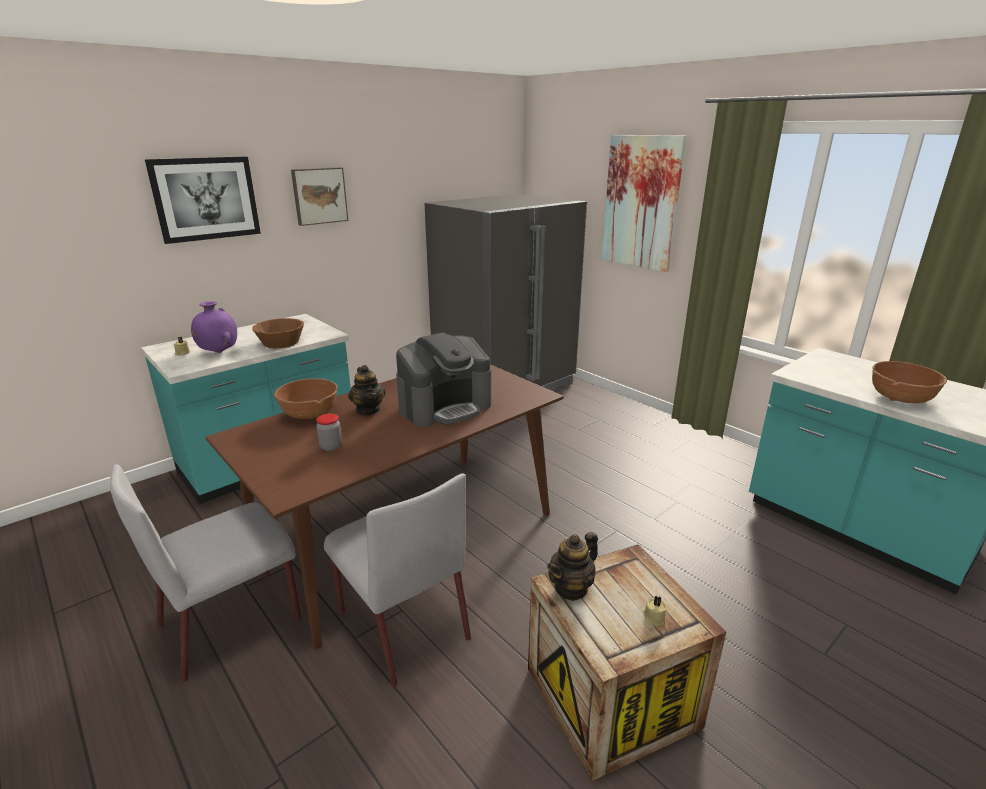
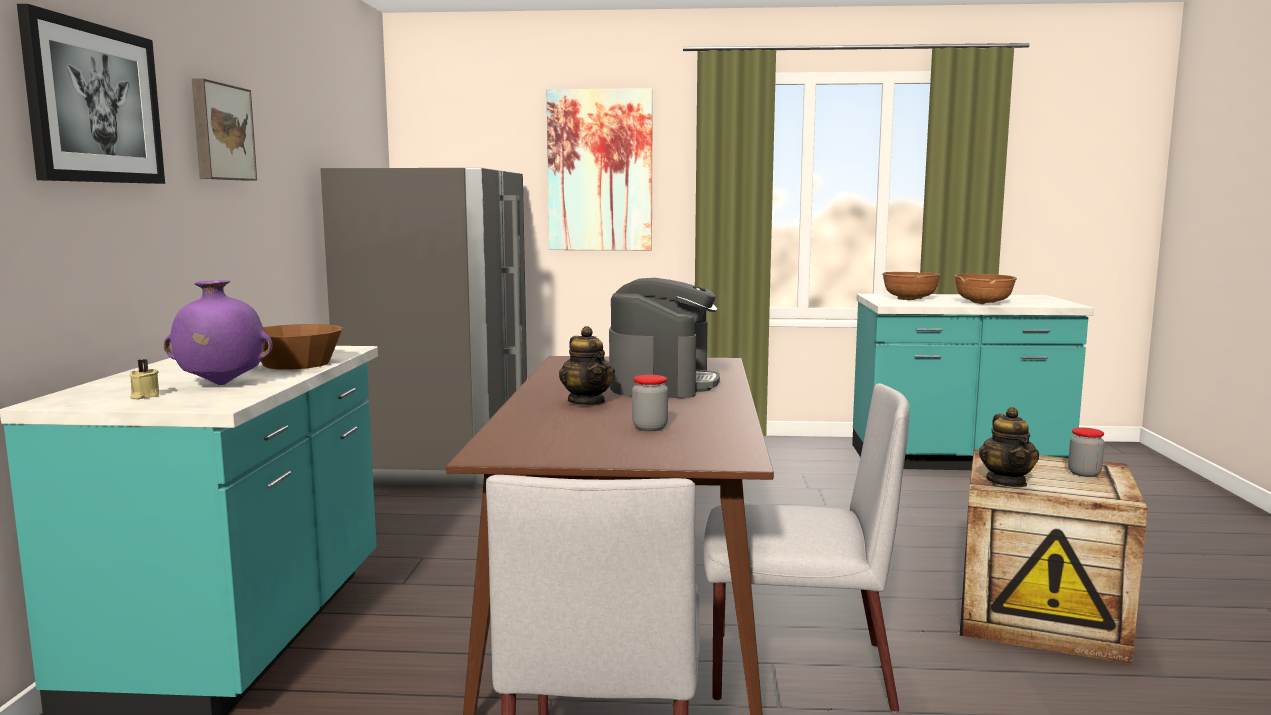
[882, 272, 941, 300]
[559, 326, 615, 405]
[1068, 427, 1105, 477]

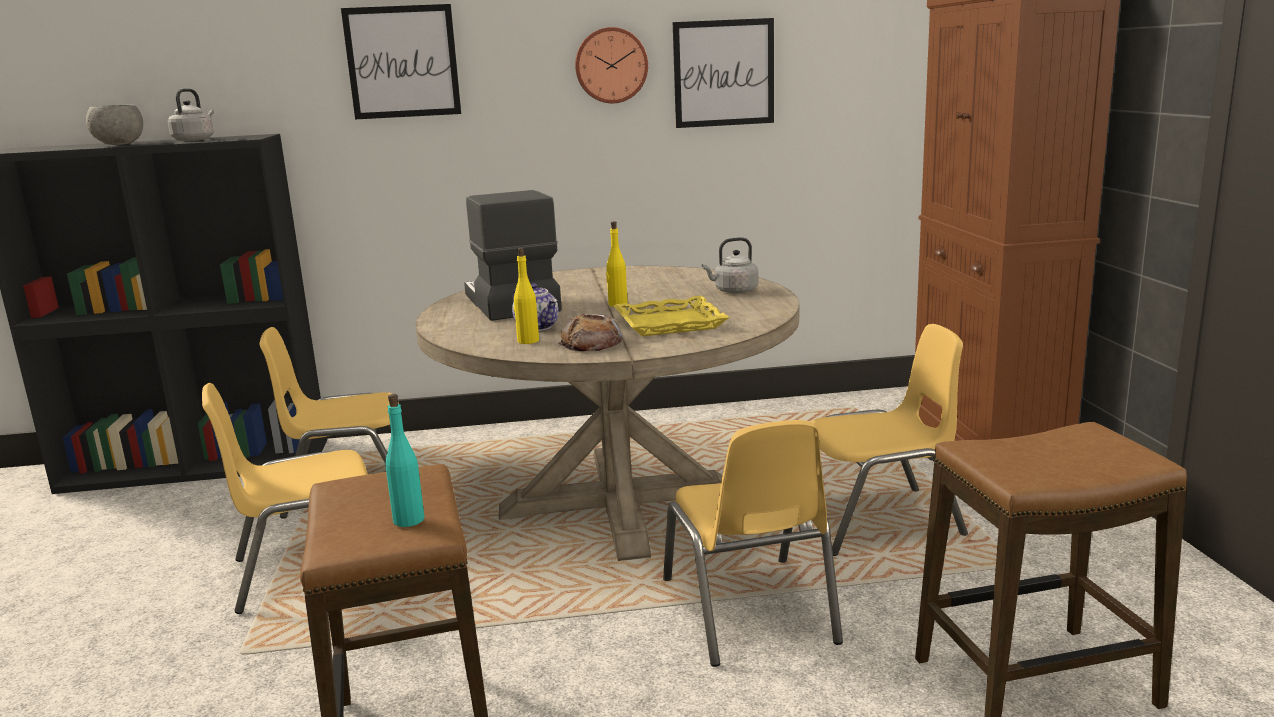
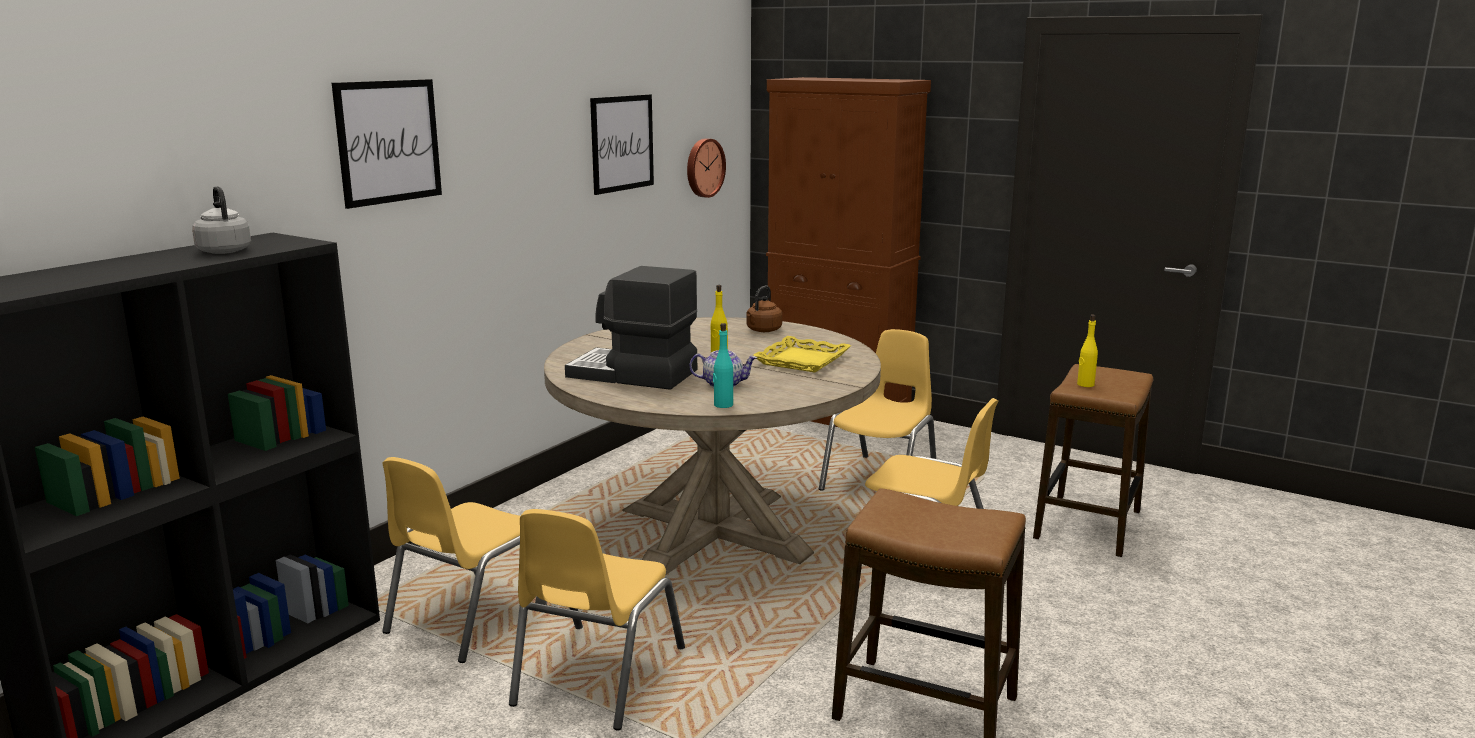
[86, 105, 143, 145] (first image)
[713, 323, 733, 408]
[1077, 314, 1098, 387]
[558, 314, 623, 351] (first image)
[687, 138, 726, 198]
[746, 286, 782, 332]

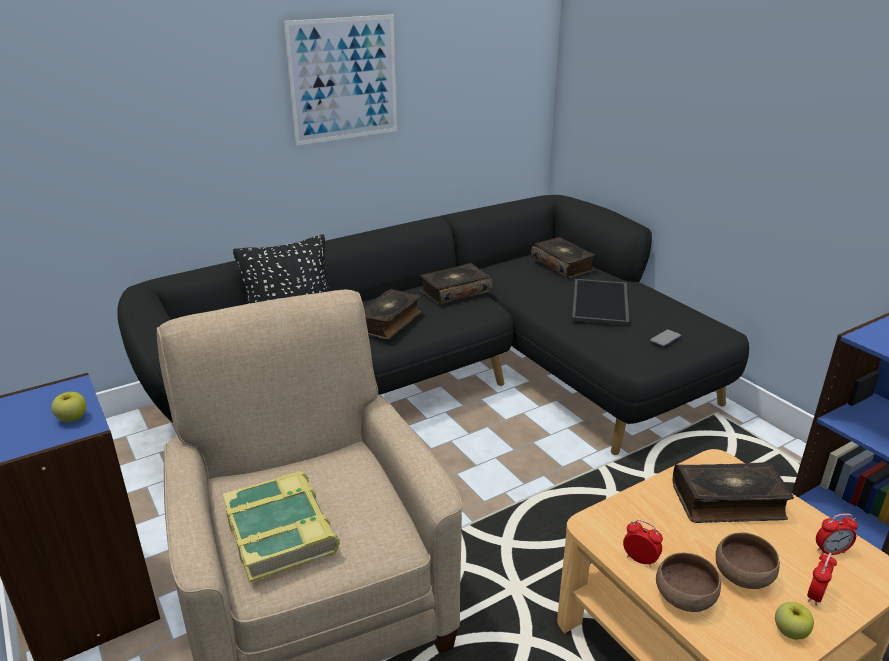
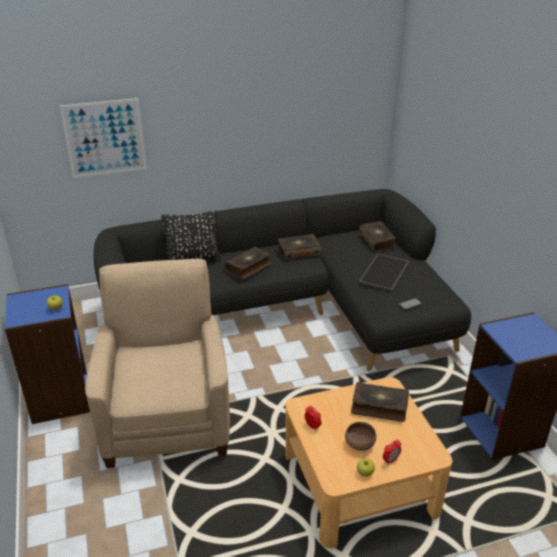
[222, 471, 340, 583] (first image)
[60, 98, 147, 178]
[656, 553, 721, 612] (first image)
[816, 513, 858, 555] (first image)

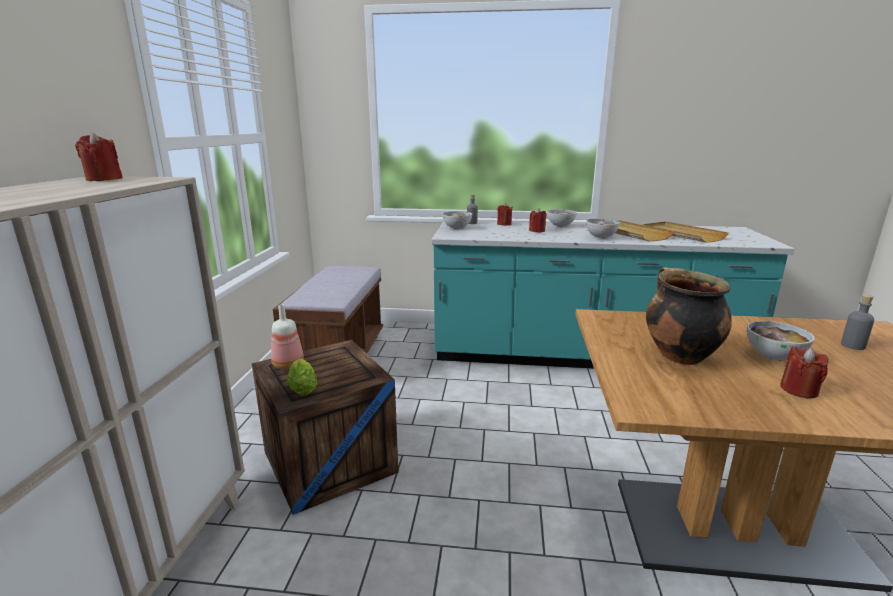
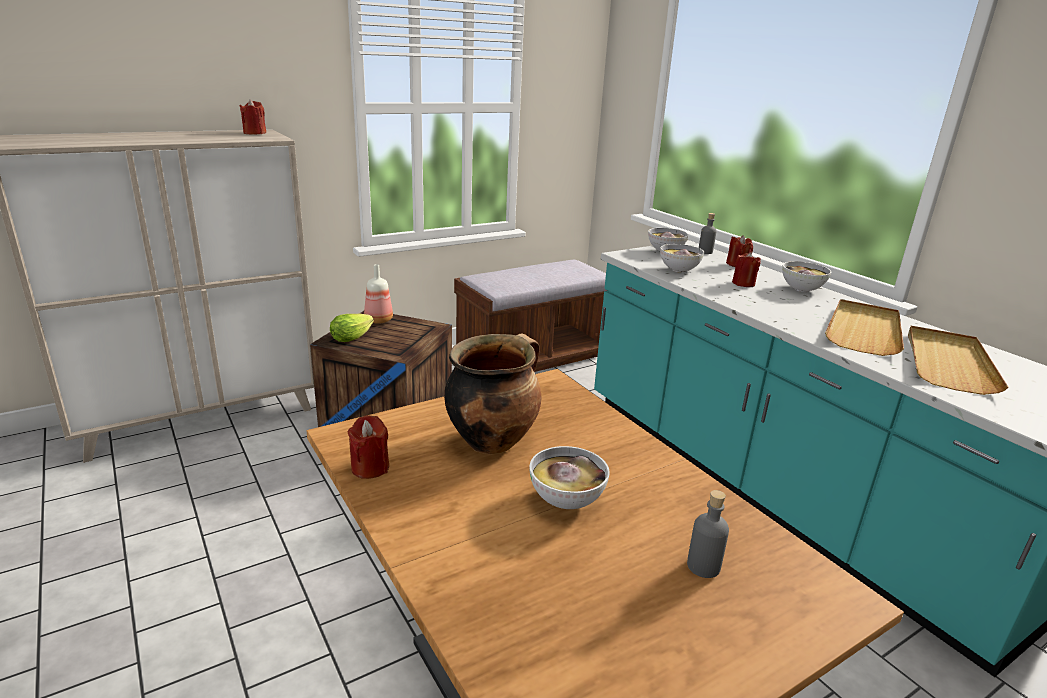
[660, 244, 704, 273]
[348, 415, 389, 479]

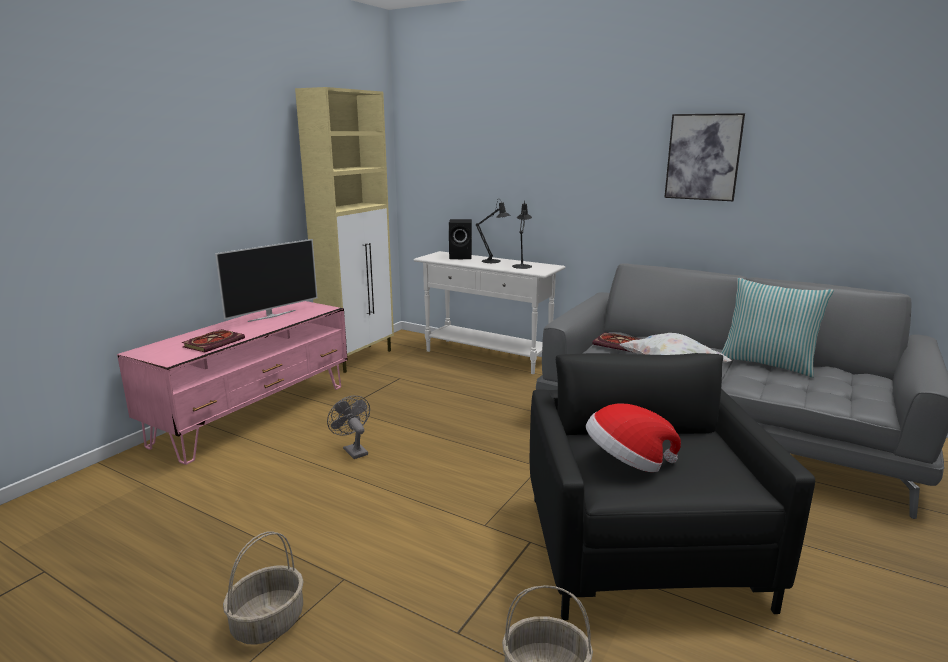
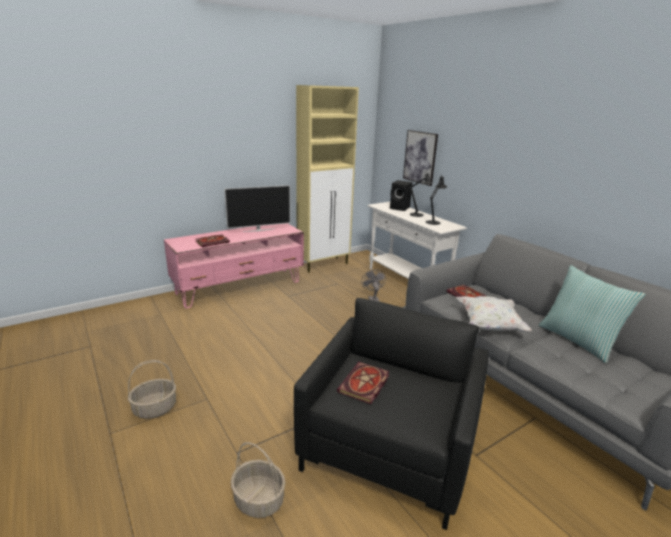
[361, 269, 386, 302]
[337, 362, 389, 404]
[403, 130, 438, 186]

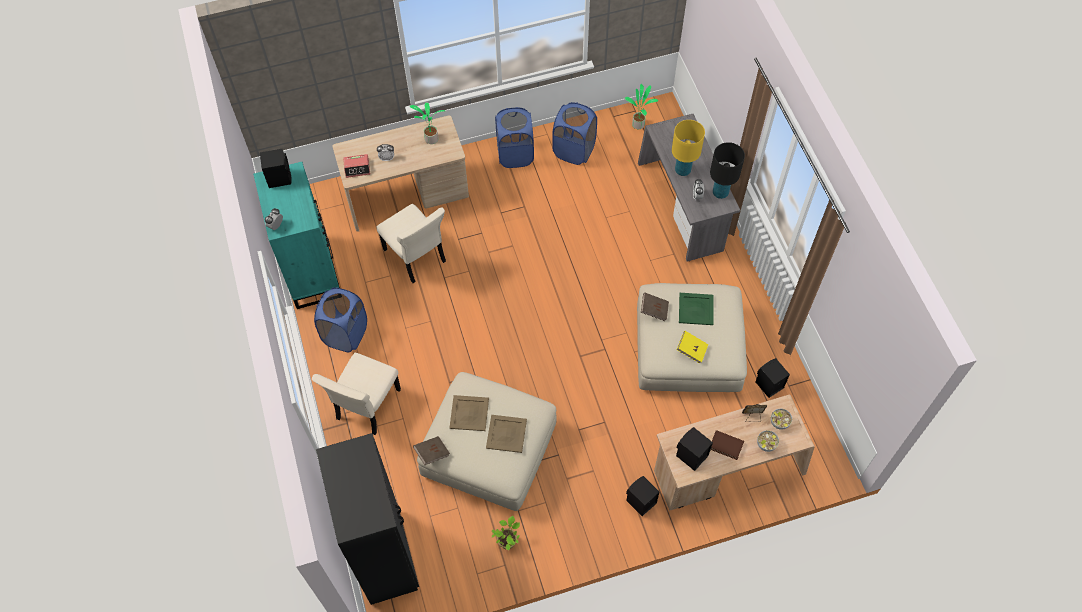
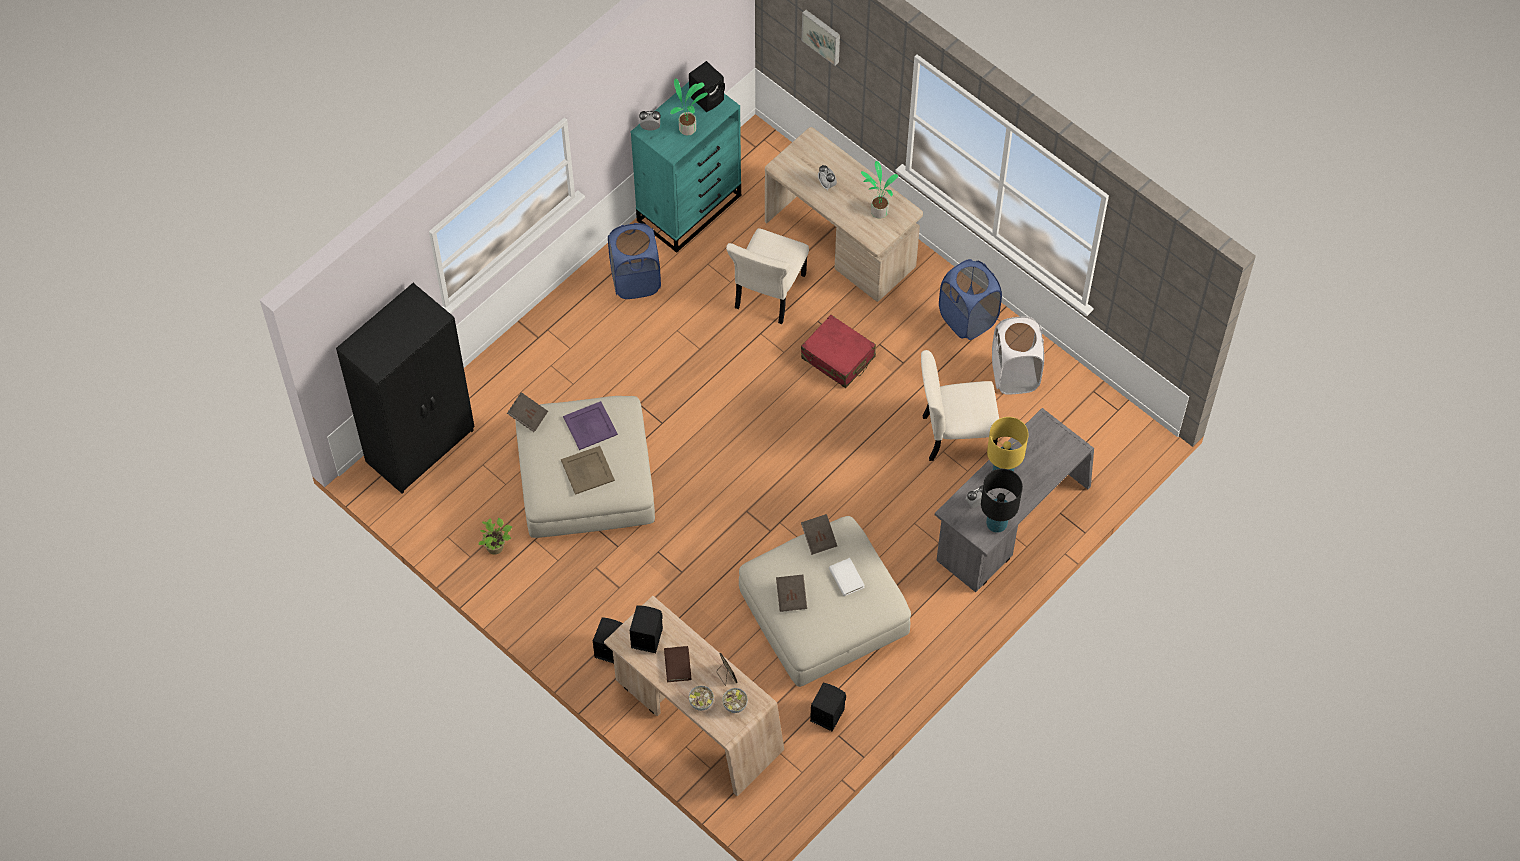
[921, 350, 999, 461]
[343, 154, 370, 178] (first image)
[563, 401, 618, 450]
[992, 317, 1044, 395]
[670, 78, 708, 136]
[776, 575, 807, 612]
[829, 558, 865, 596]
[801, 315, 876, 388]
[802, 10, 840, 65]

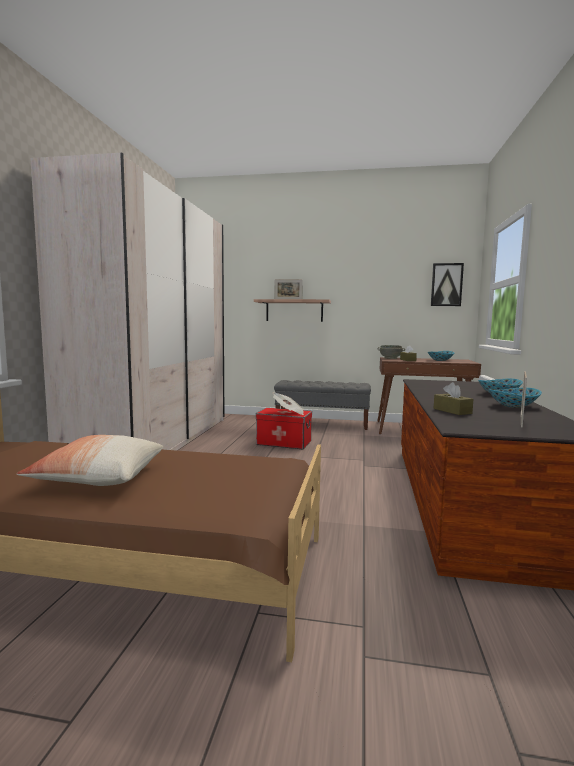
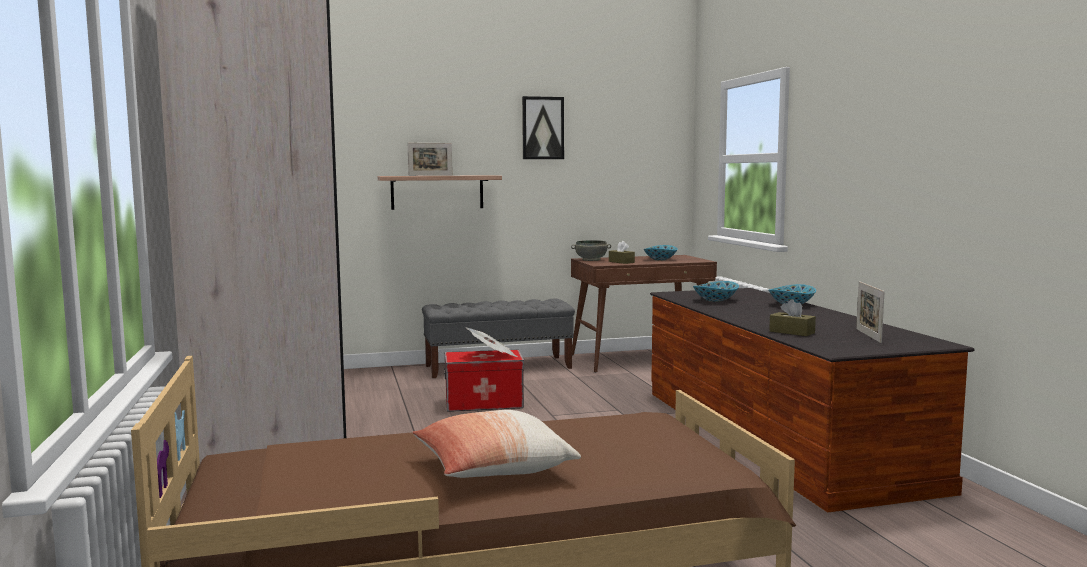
[522, 96, 564, 159]
[693, 281, 739, 302]

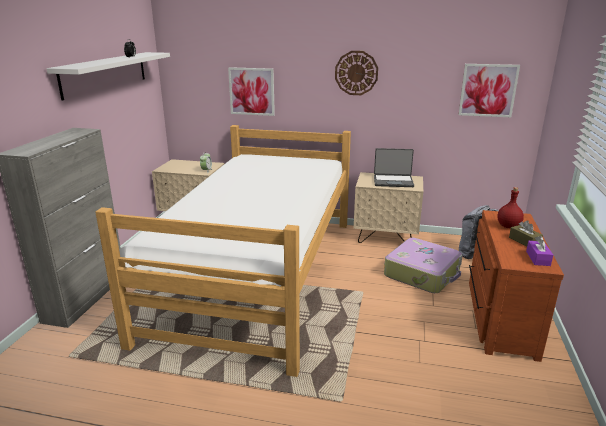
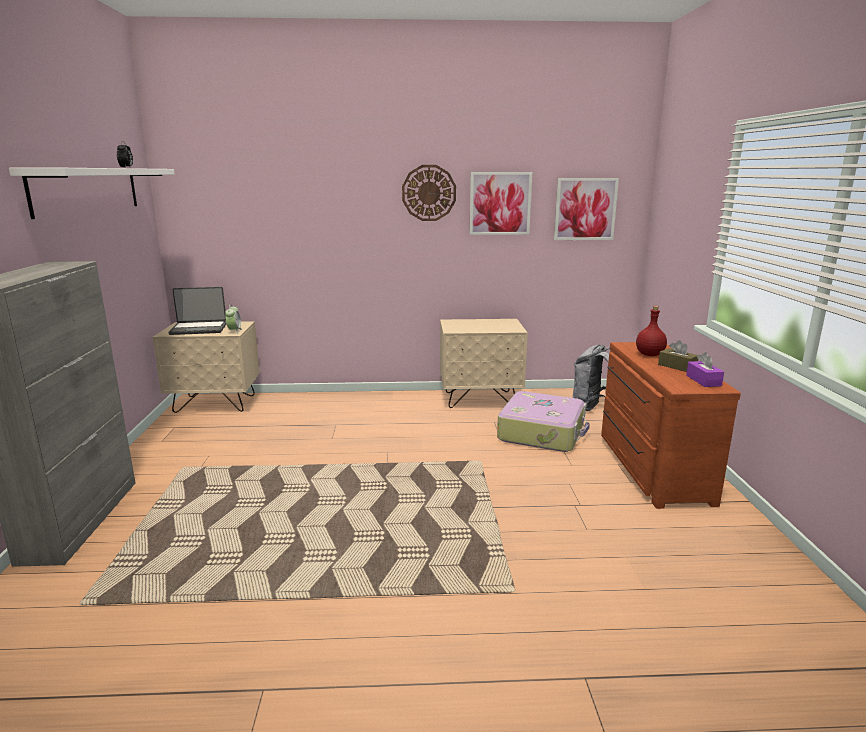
[95, 125, 351, 377] (first image)
[469, 172, 532, 235]
[168, 287, 226, 335]

